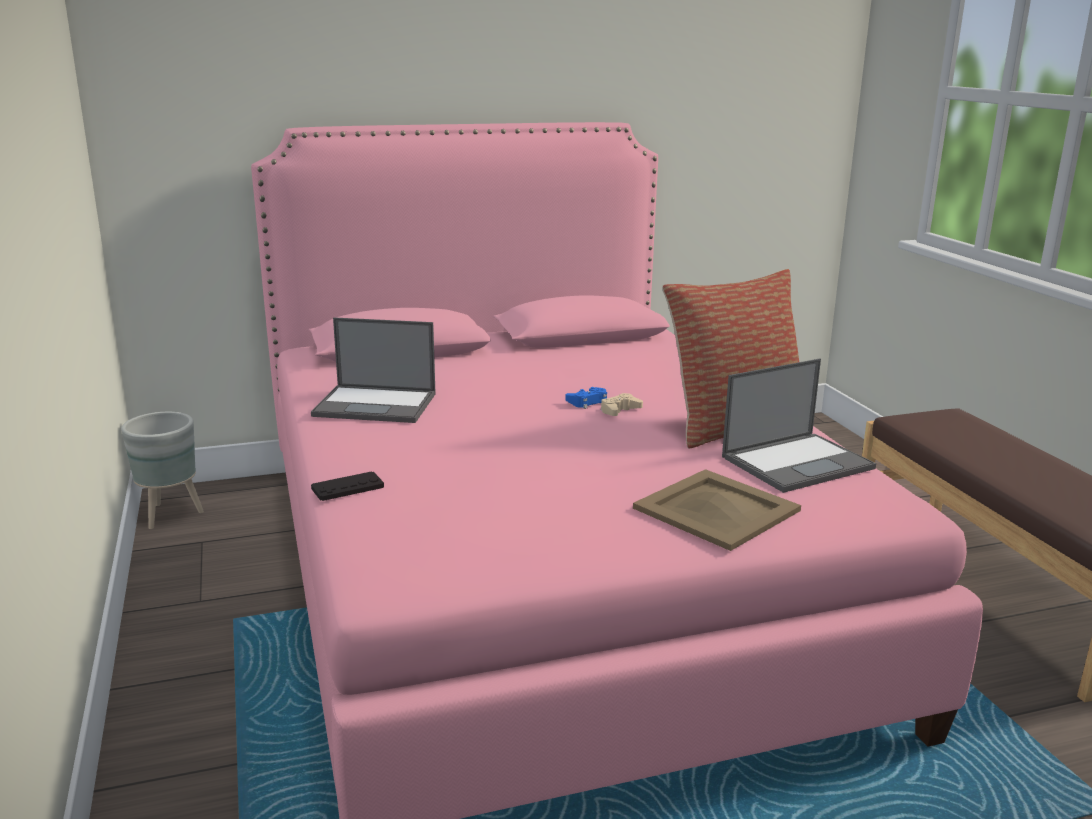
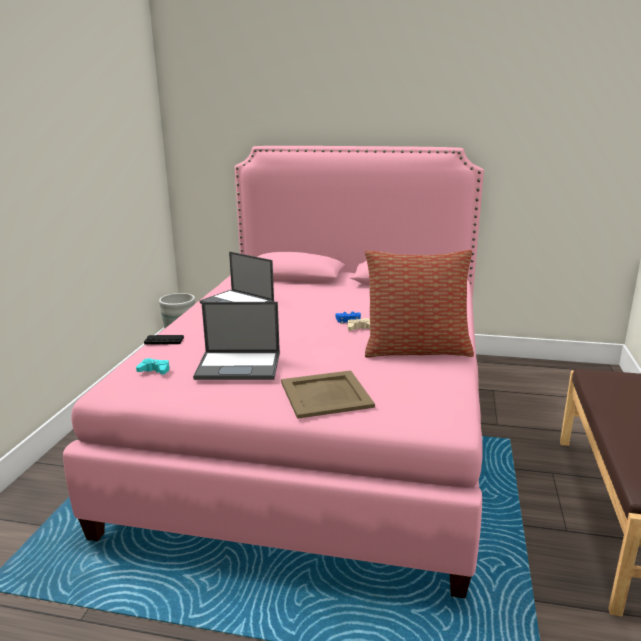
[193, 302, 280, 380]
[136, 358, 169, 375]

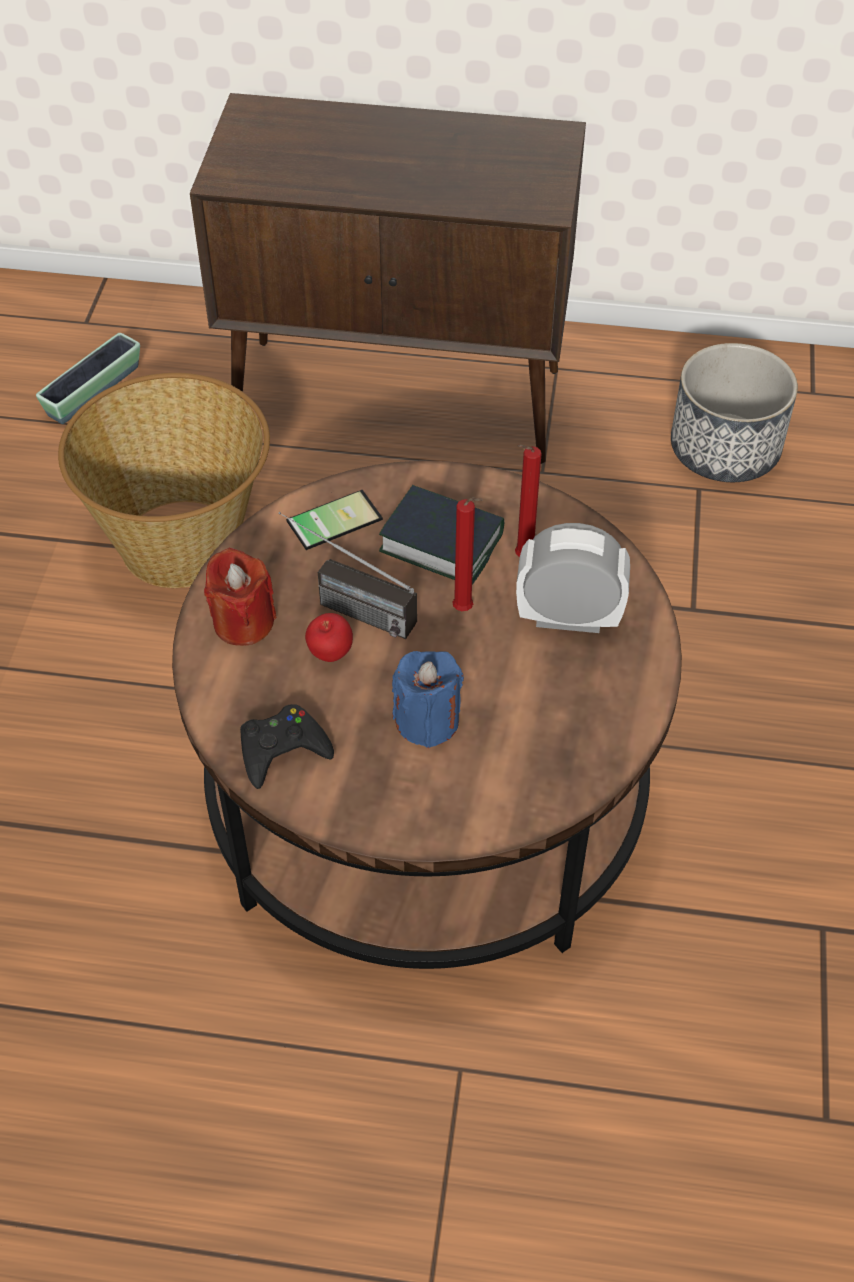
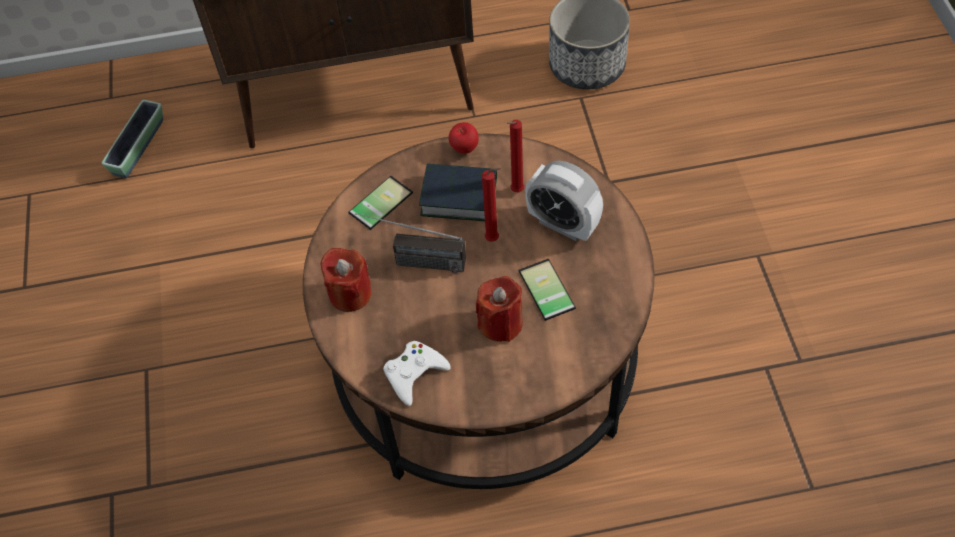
[58, 373, 270, 588] (first image)
[383, 341, 451, 406]
[449, 122, 479, 154]
[476, 276, 523, 342]
[525, 161, 603, 241]
[519, 259, 576, 321]

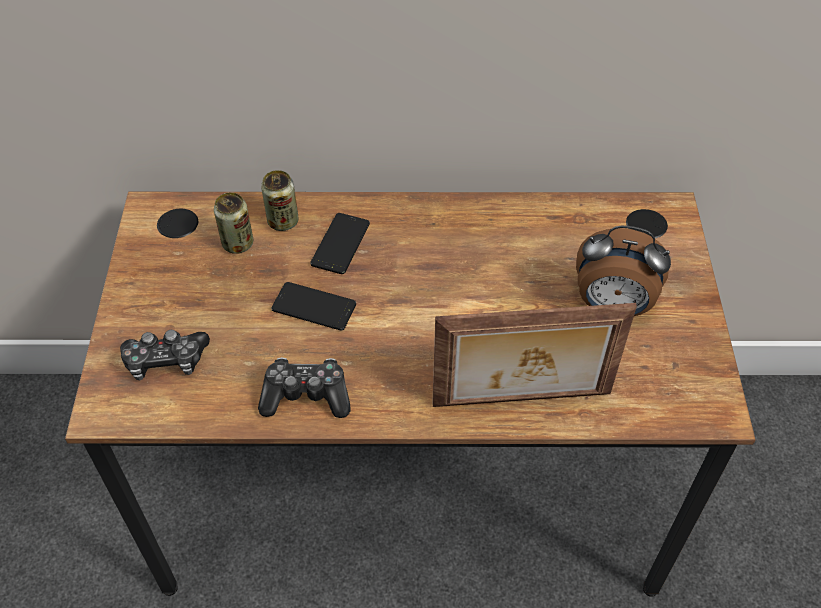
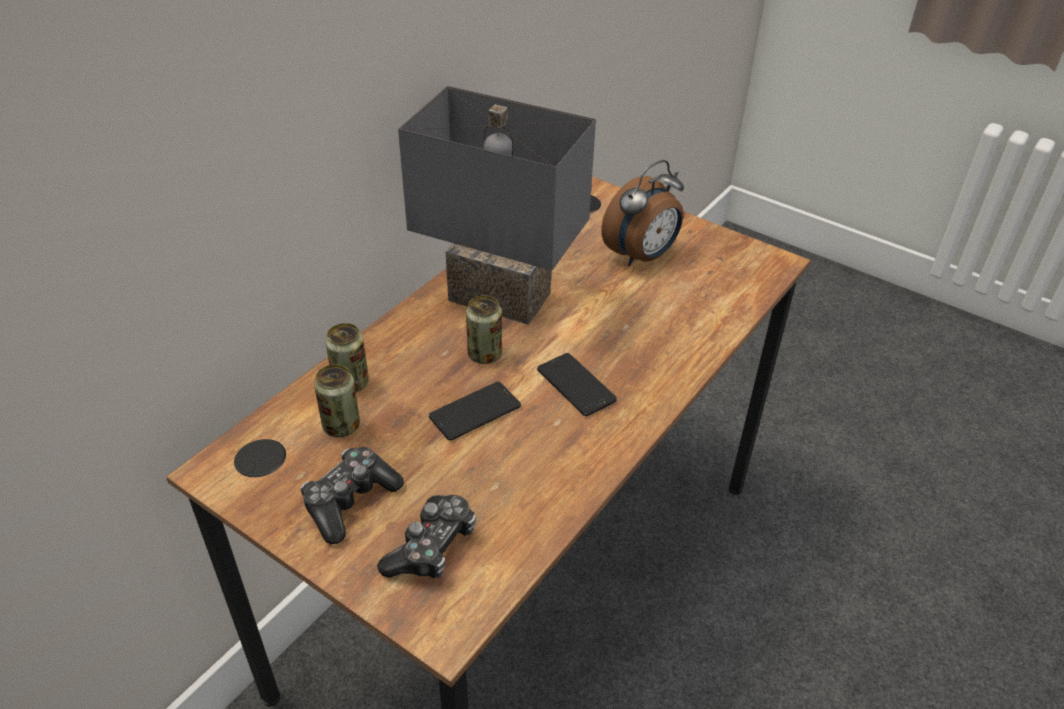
[300, 447, 404, 544]
[537, 353, 617, 416]
[432, 303, 637, 407] (first image)
[398, 86, 596, 325]
[466, 296, 502, 364]

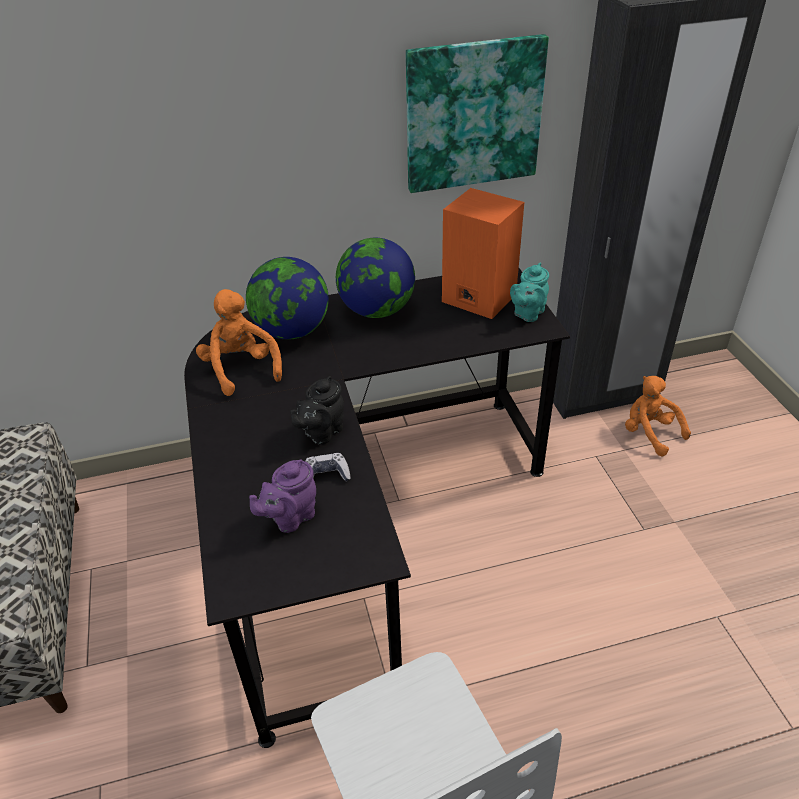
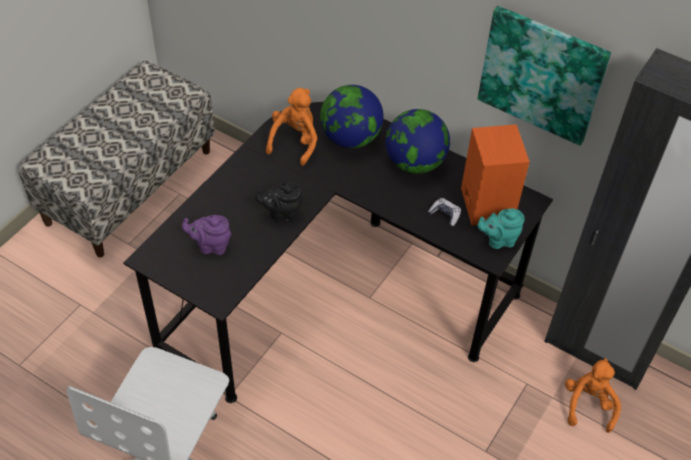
[428, 198, 461, 226]

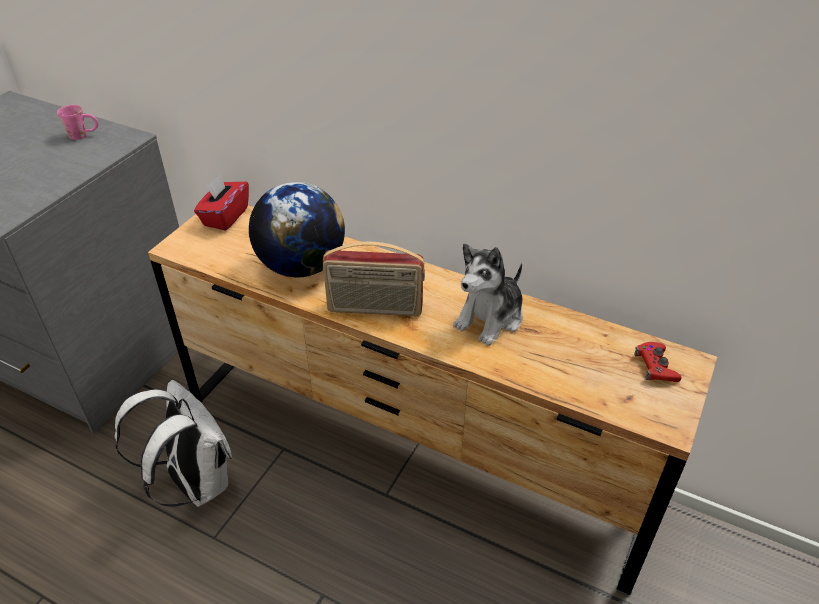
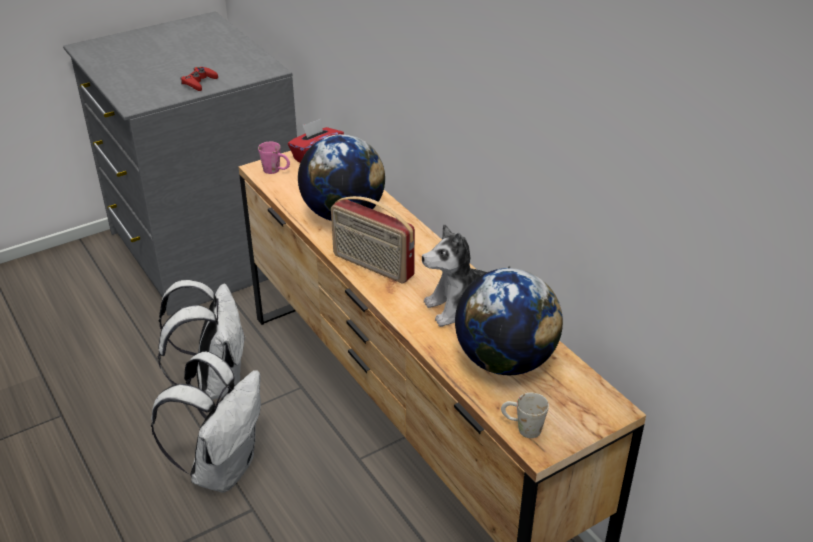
[258, 142, 290, 174]
[180, 67, 218, 91]
[151, 352, 261, 493]
[455, 268, 563, 375]
[501, 393, 549, 438]

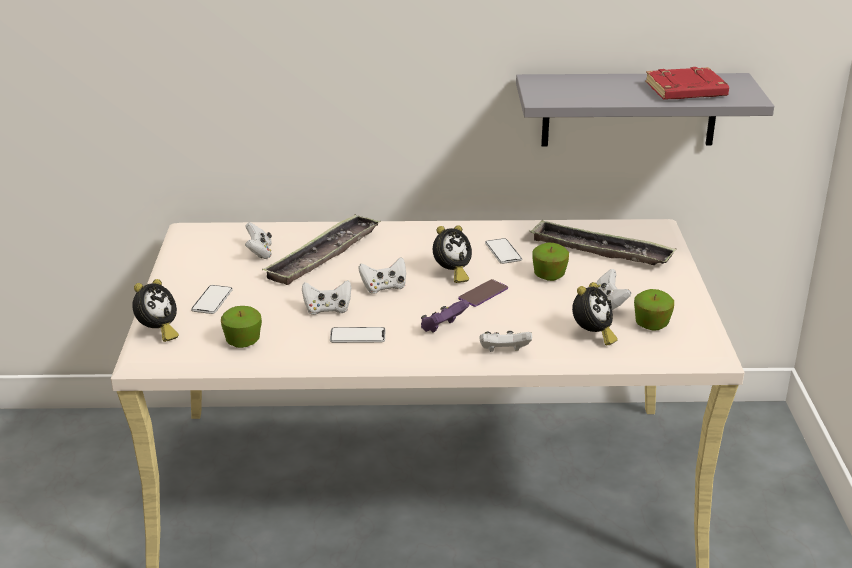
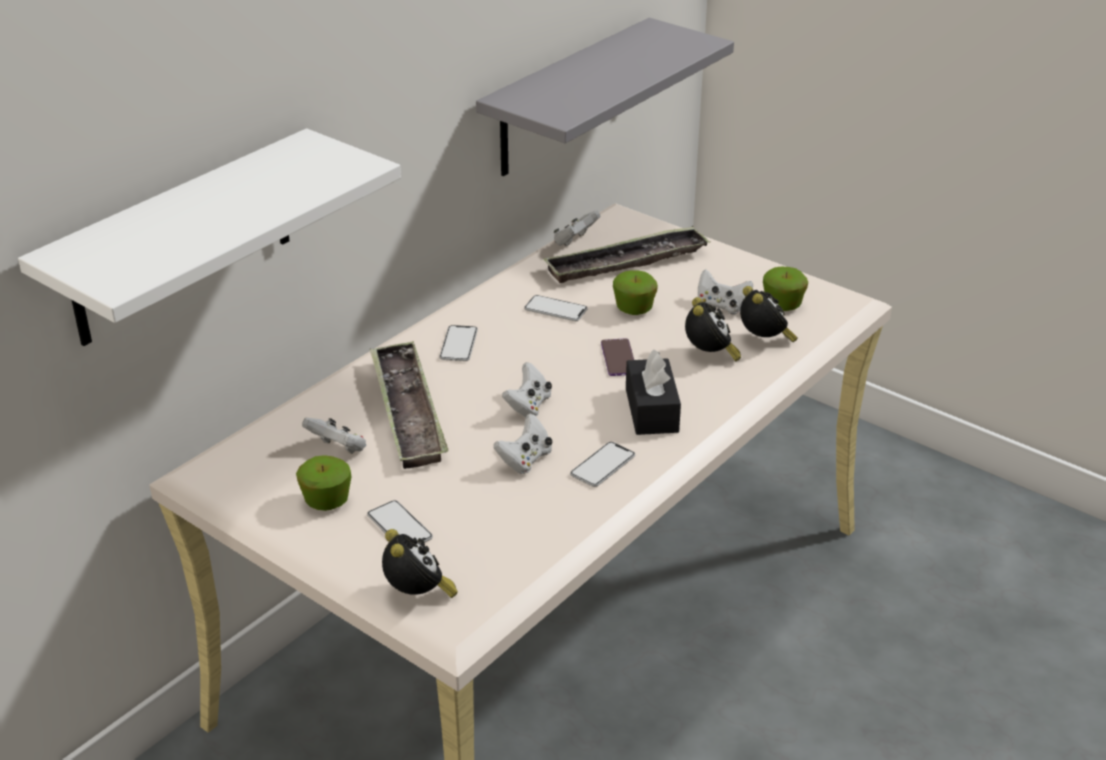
[296, 455, 351, 511]
[626, 349, 681, 435]
[685, 297, 741, 361]
[554, 210, 600, 246]
[645, 67, 729, 100] (first image)
[18, 128, 401, 346]
[439, 325, 478, 361]

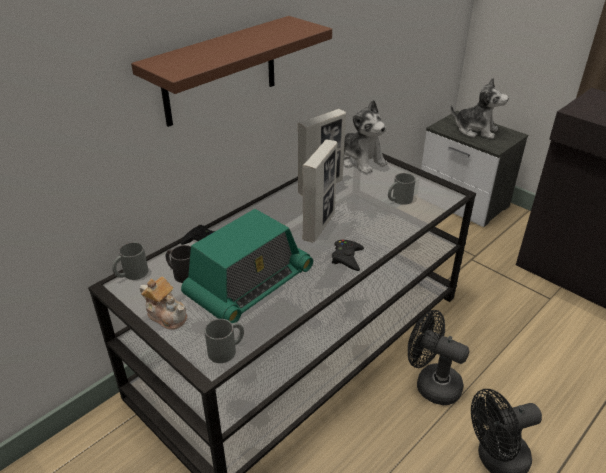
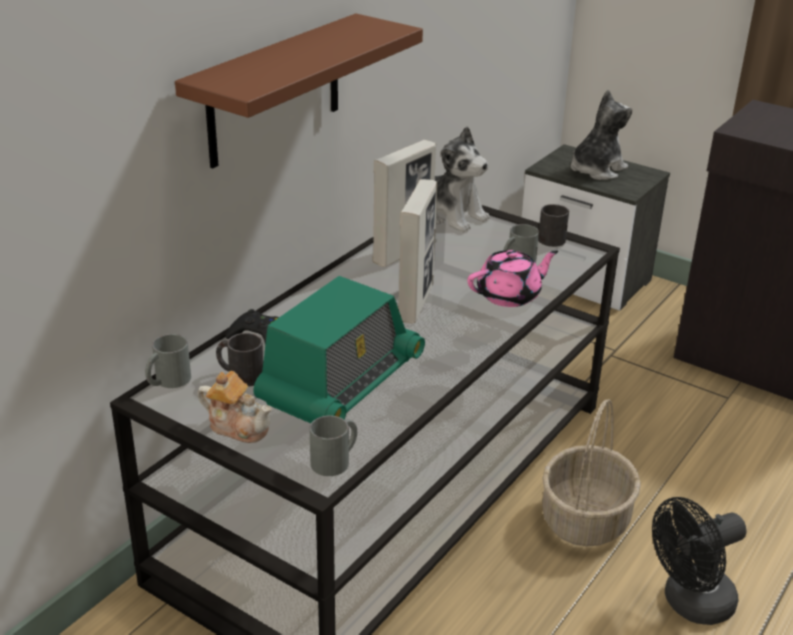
[332, 240, 364, 271] (first image)
[542, 399, 641, 546]
[571, 90, 632, 180]
[467, 250, 558, 307]
[538, 204, 569, 247]

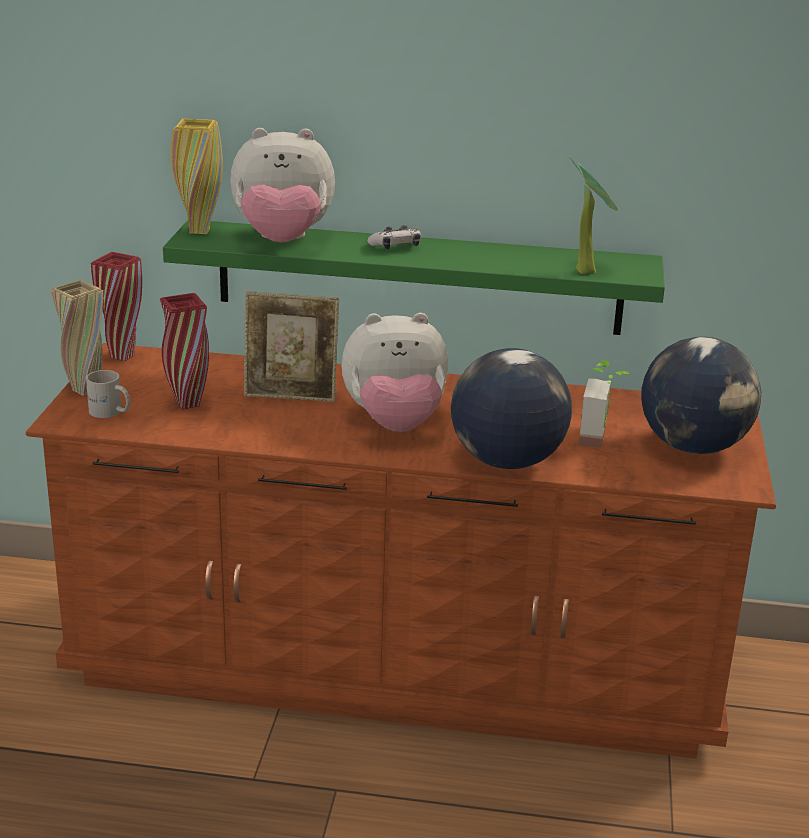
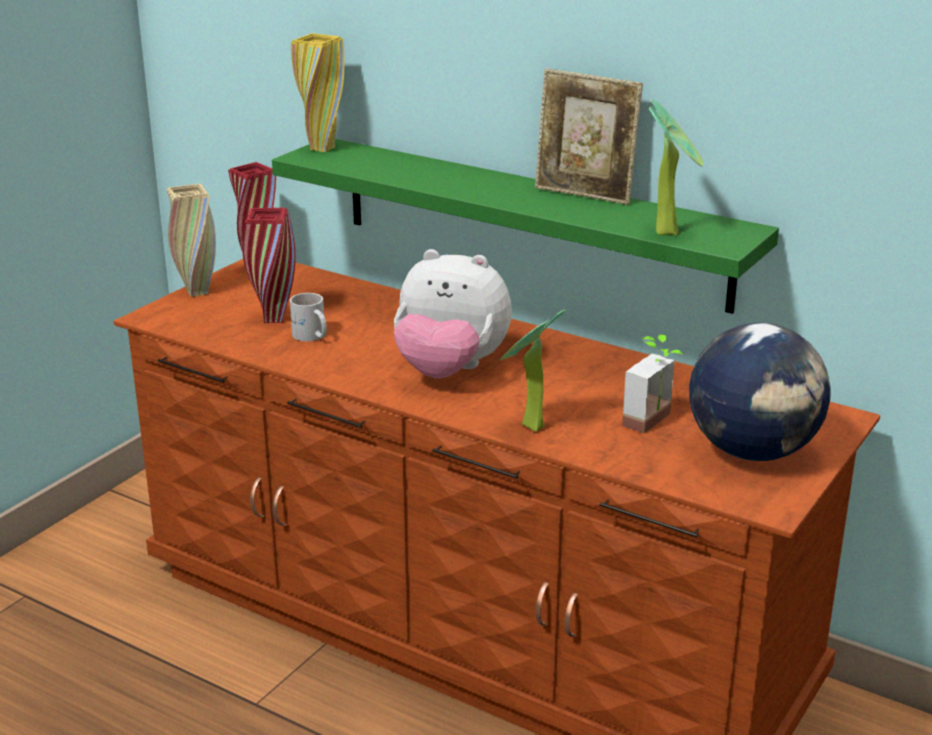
[290, 293, 327, 341]
[230, 128, 335, 243] (first image)
[535, 68, 643, 205]
[367, 225, 421, 249] (first image)
[500, 309, 566, 432]

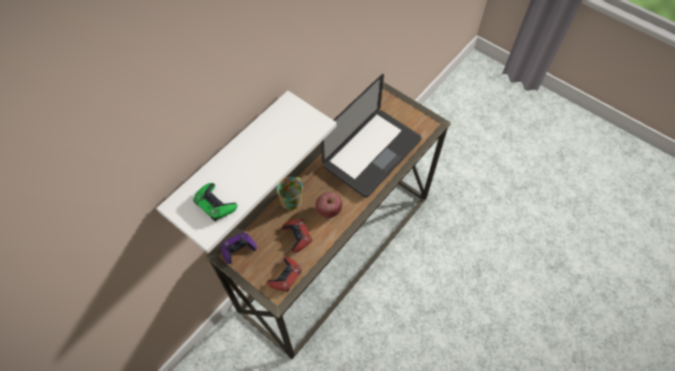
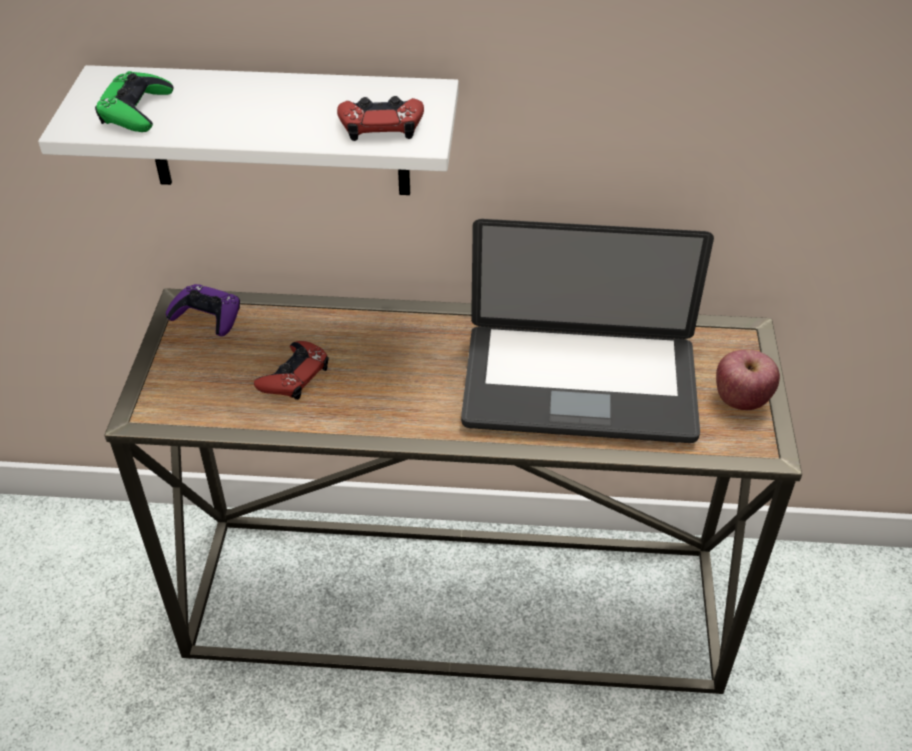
[337, 96, 424, 141]
[276, 177, 303, 210] (first image)
[716, 349, 780, 410]

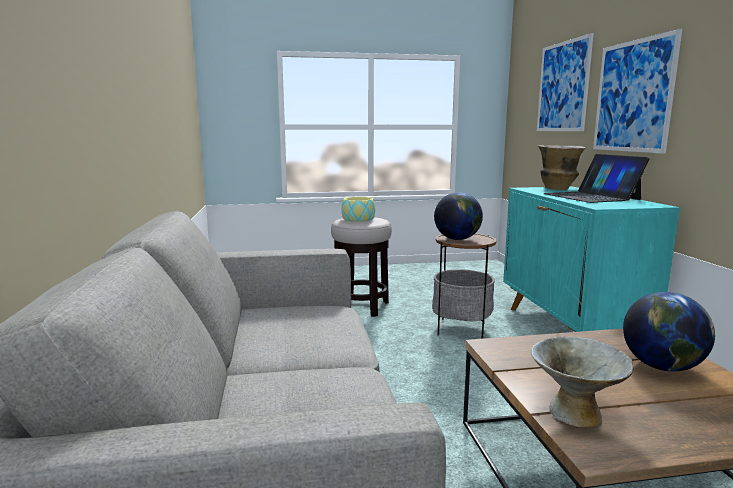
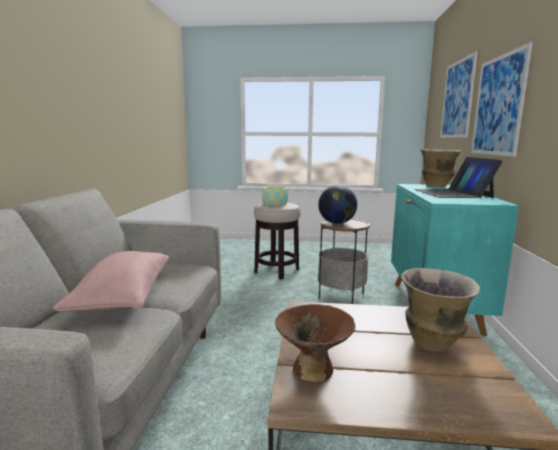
[275, 304, 355, 382]
[401, 268, 480, 352]
[53, 251, 169, 312]

